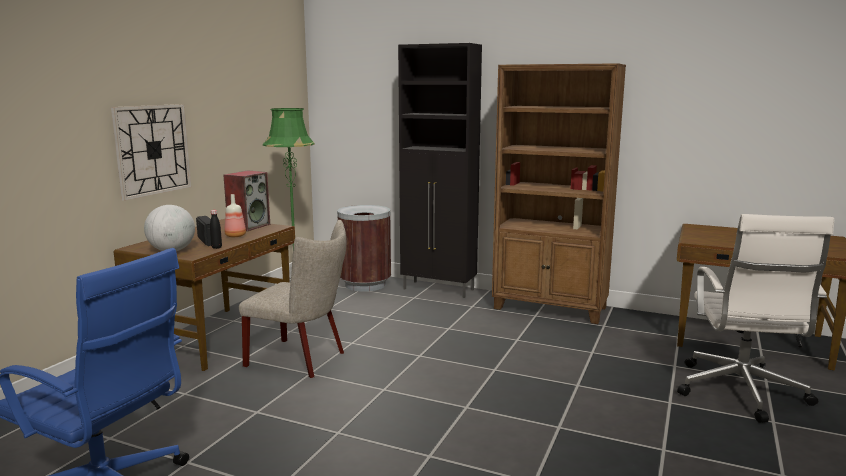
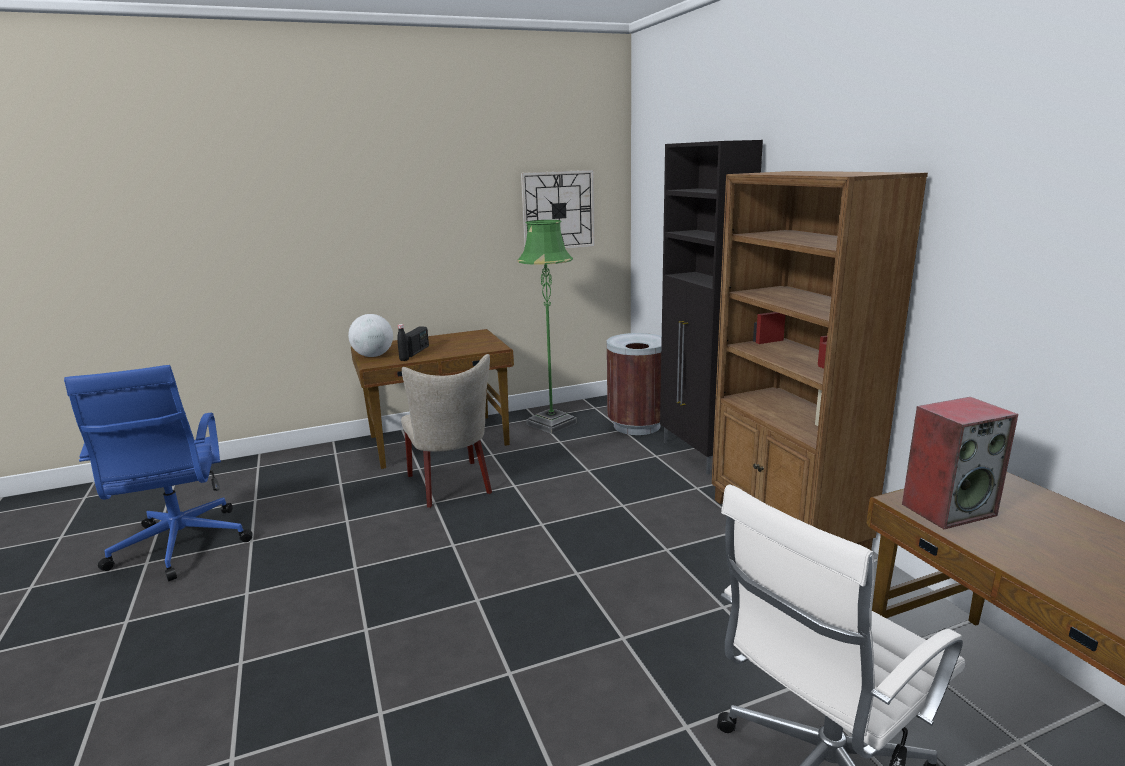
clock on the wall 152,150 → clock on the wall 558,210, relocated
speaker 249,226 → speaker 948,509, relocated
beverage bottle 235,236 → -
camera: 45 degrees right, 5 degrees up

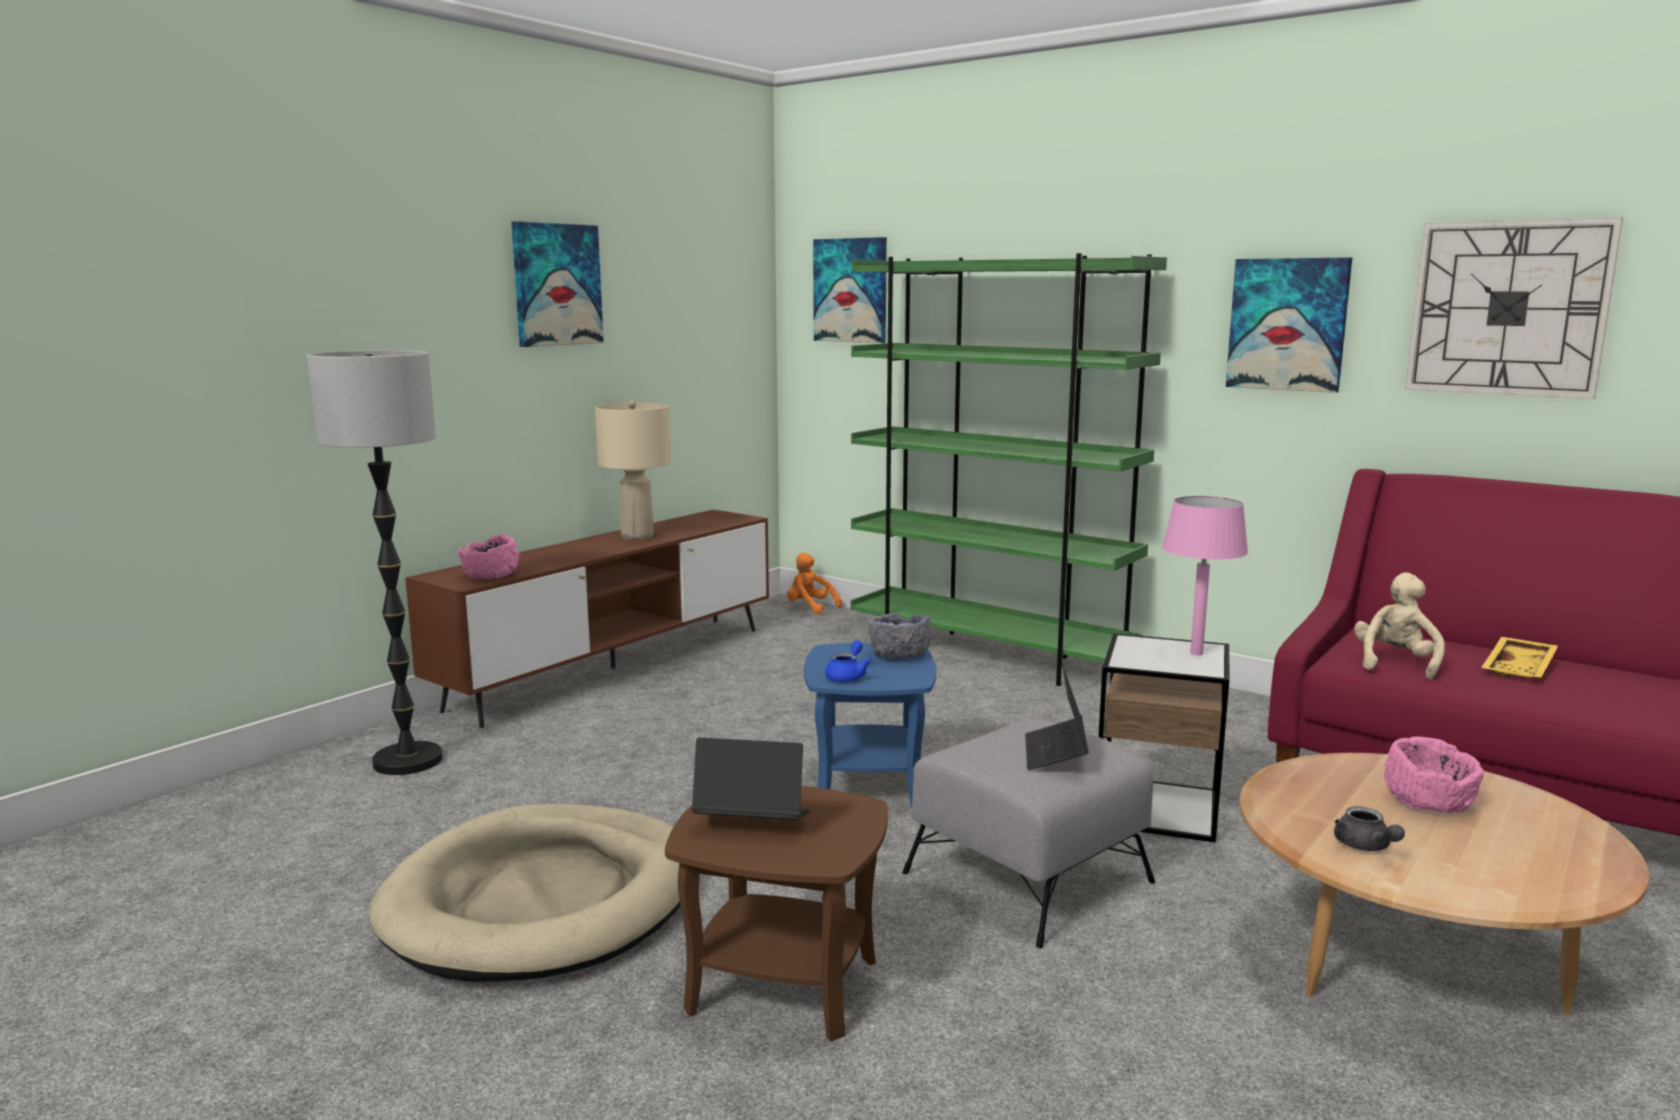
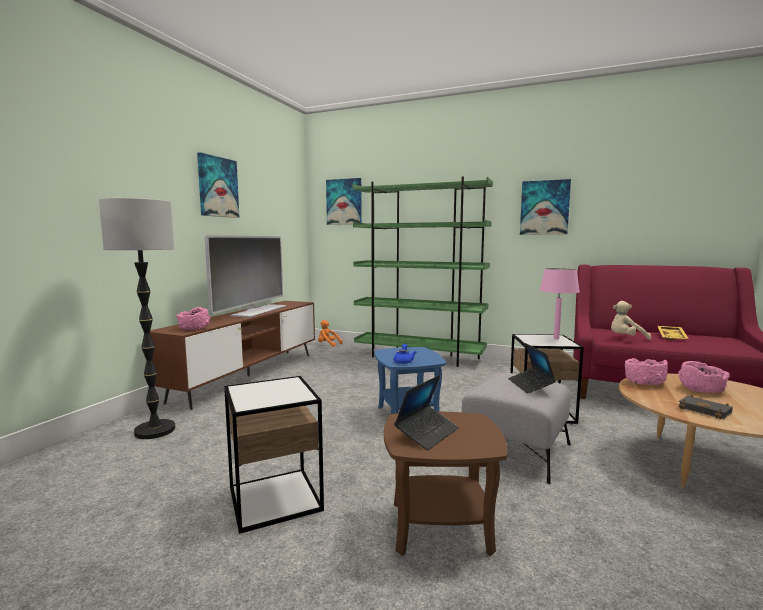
dog bed/beige 544,901 → end table 275,498
table lamp/beige 637,536 → television 258,310
portable computer 752,823 → portable computer 427,433, 135 degrees clockwise
bowl/grey 898,654 → -
teapot/grey 1365,847 → volume/black 706,410
plush toy/beige 1395,664 → plush toy/beige 626,338, 105 degrees counterclockwise
clock on the wall 1508,308 → -
- → bowl/pinkish 644,382
camera: 15 degrees left, 5 degrees down

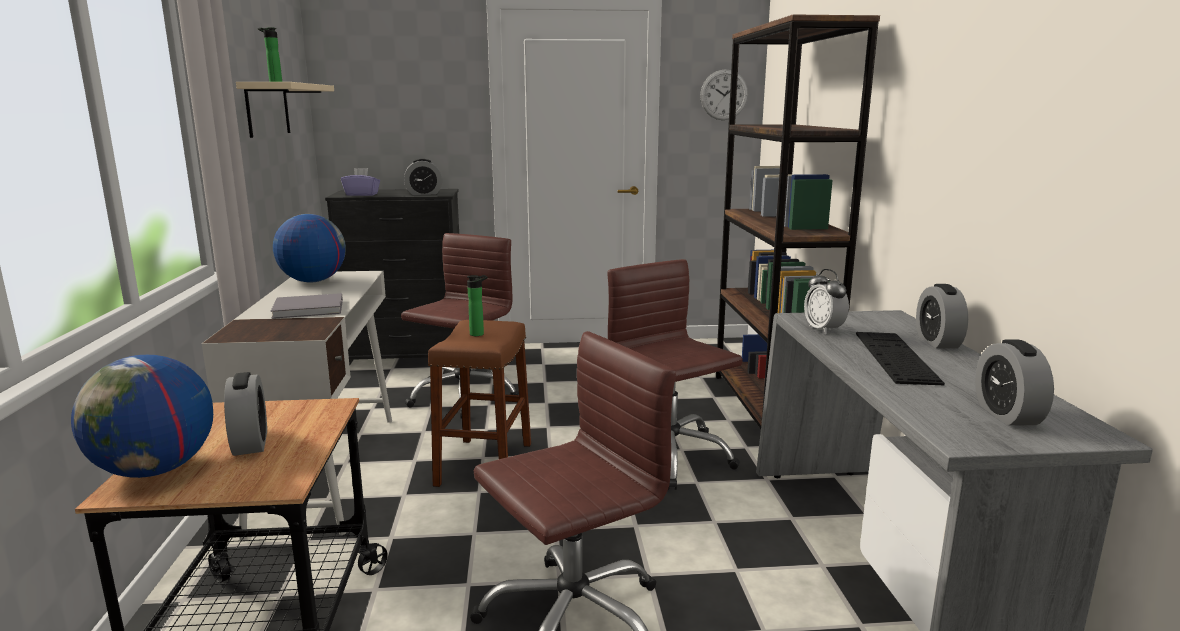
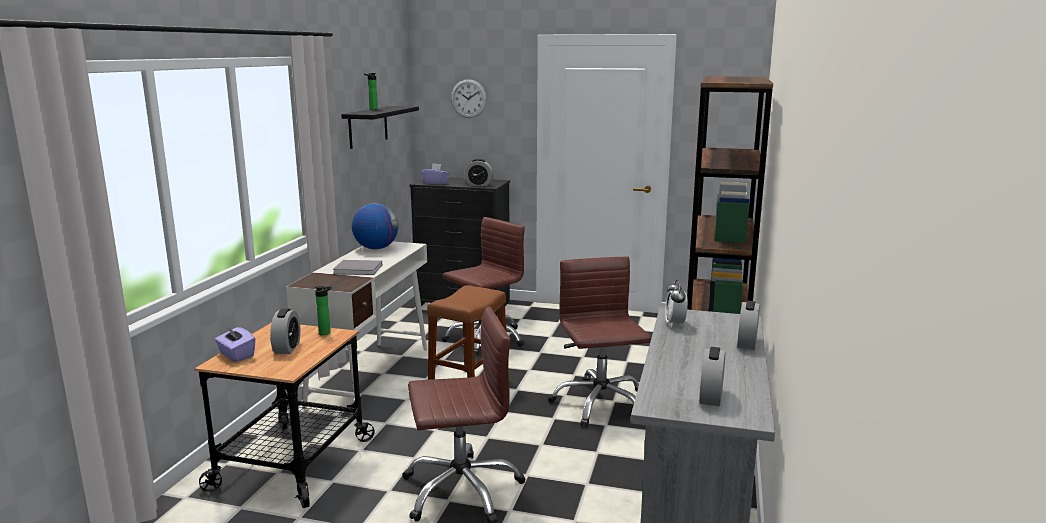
globe 155,470 → tissue holder/purplish 236,355
wall shelf/beige 267,109 → wall shelf/black 368,126
beverage bottle 479,334 → beverage bottle 326,333, relocated
clock on the wall 724,95 → clock on the wall 469,98, relocated
computer keyboard 895,357 → -
camera: 20 degrees right, 0 degrees up

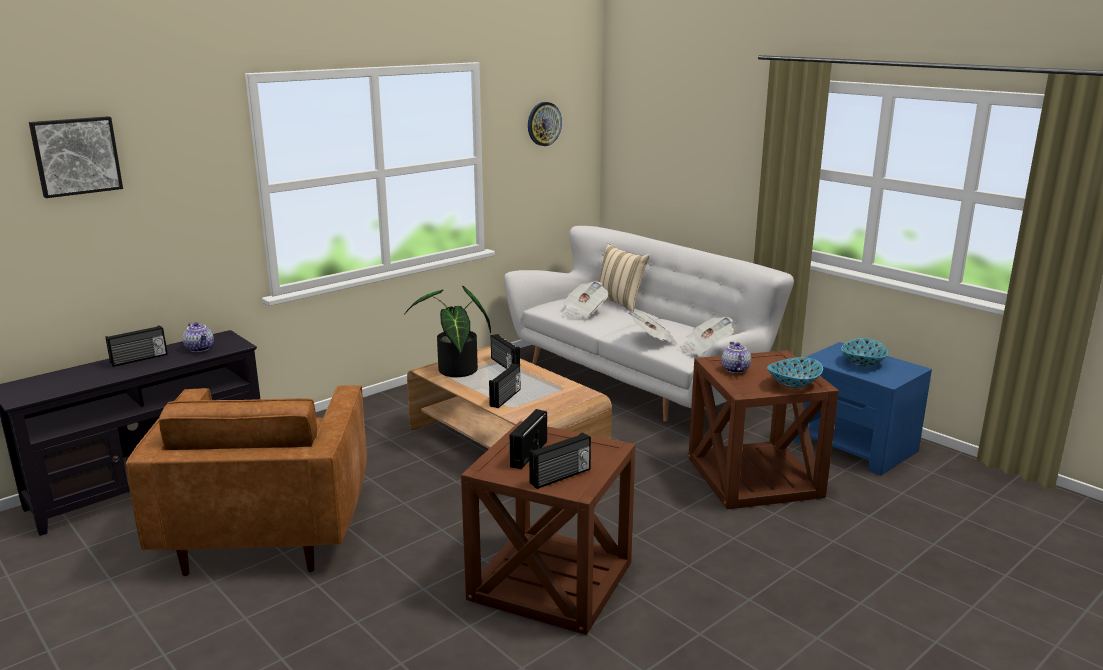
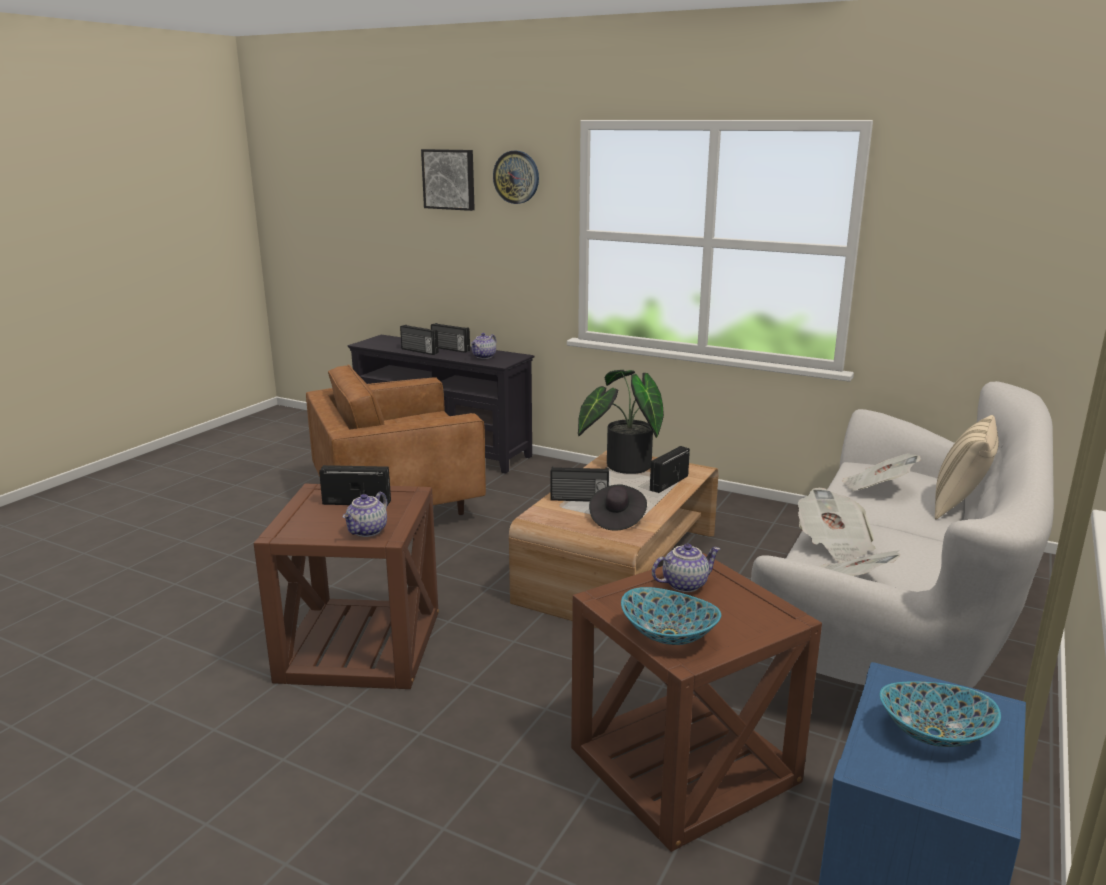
clock on the wall 544,124 → clock on the wall 516,177, relocated
radio 561,477 → radio 419,351, relocated
- → teapot 368,531
- → wearable hat/black 617,519
camera: 70 degrees right, 0 degrees up

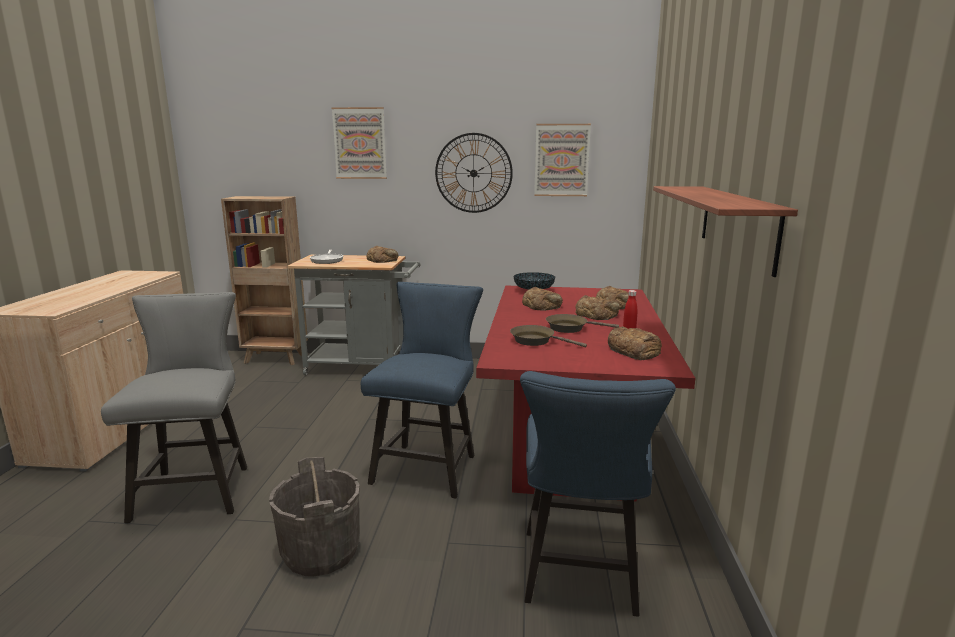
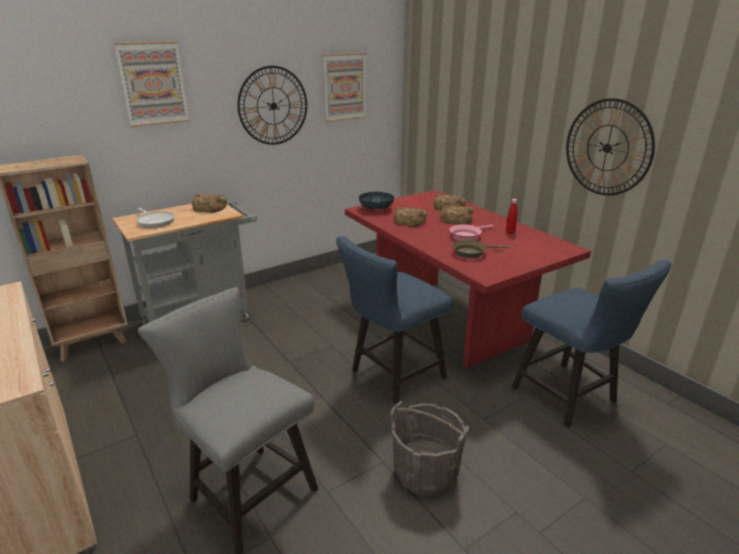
chair/bluish 428,465 → chair/bluish 392,376, 105 degrees counterclockwise
frying pan/brownish 570,328 → frying pan/pinkish 467,235
bread 634,350 → -
wall shelf 737,225 → clock on the wall 607,148
camera: 40 degrees left, 10 degrees up

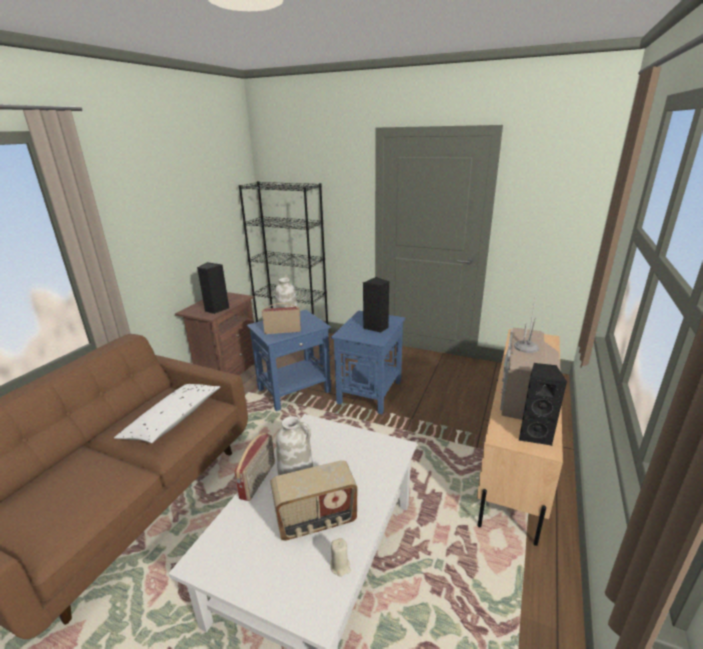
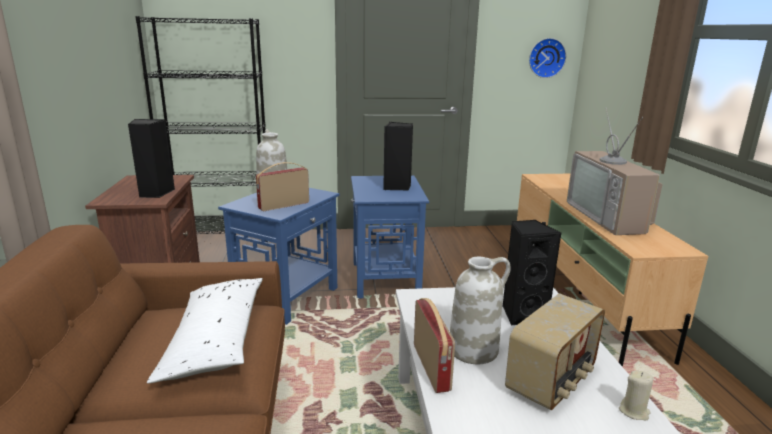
speaker/black 534,434 → speaker/black 522,314, relocated
- → clock on the wall 546,58
camera: 30 degrees left, 5 degrees down

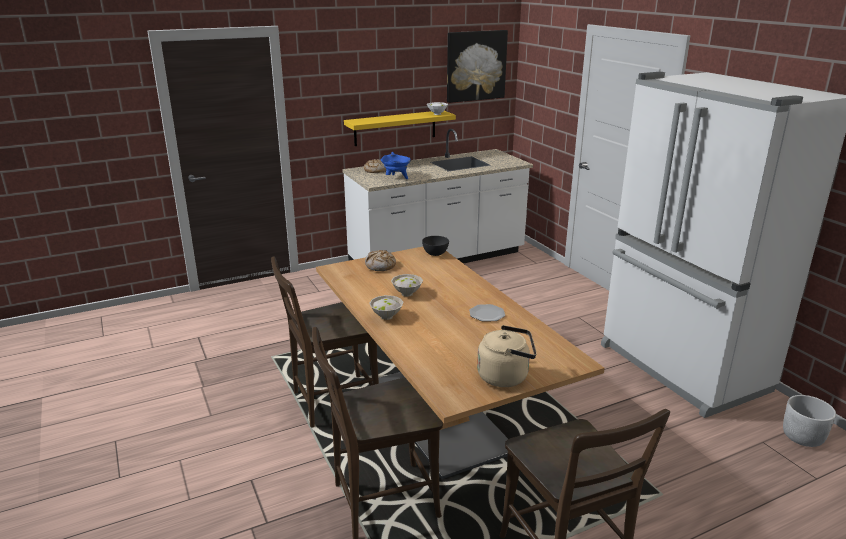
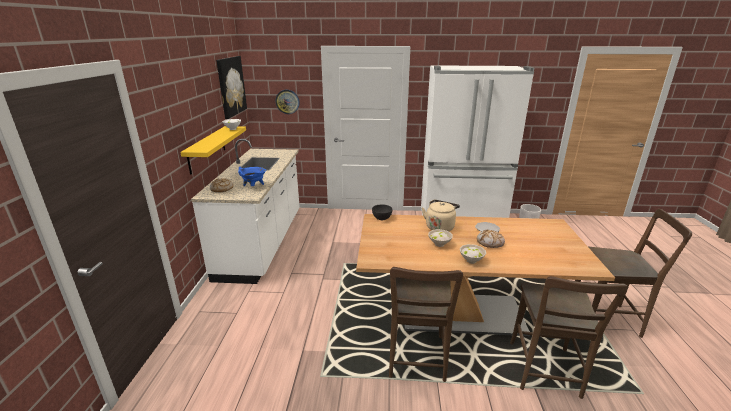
bread 380,266 → bread 490,242, relocated
kettle/beige 506,376 → kettle/beige 440,227, relocated
- → clock on the wall 287,101
camera: 60 degrees left, 0 degrees up

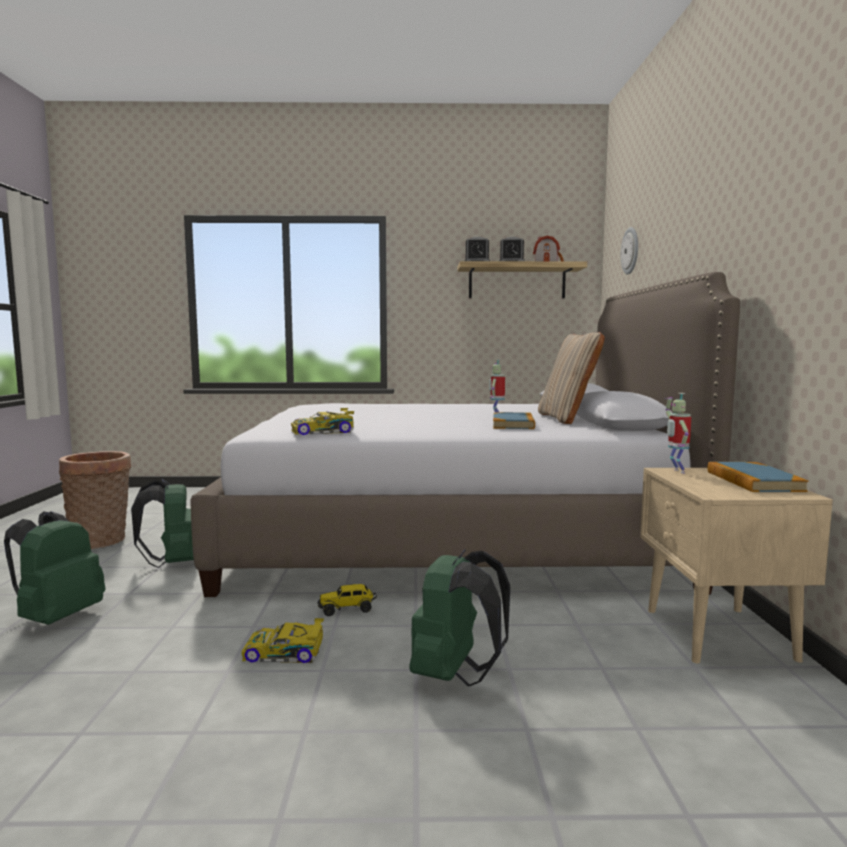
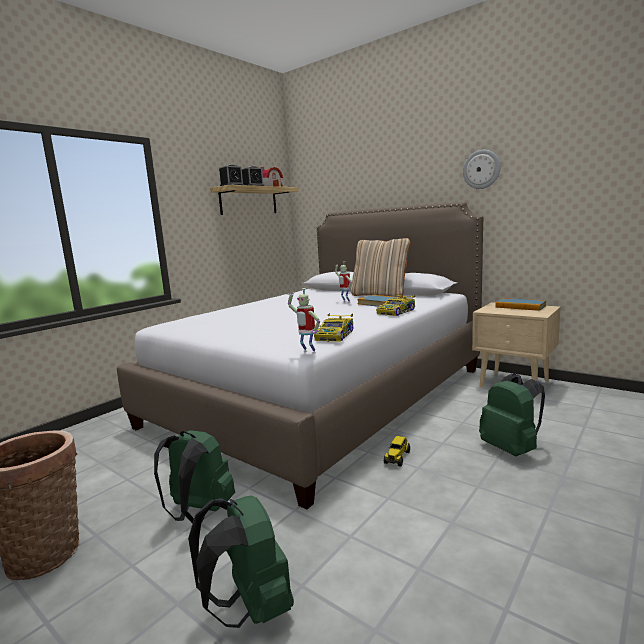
toy car 285,652 → toy car 397,311, relocated
clock on the wall 630,251 → clock on the wall 481,169, relocated
toy robot 676,471 → toy robot 307,352, relocated
camera: 50 degrees left, 5 degrees up

